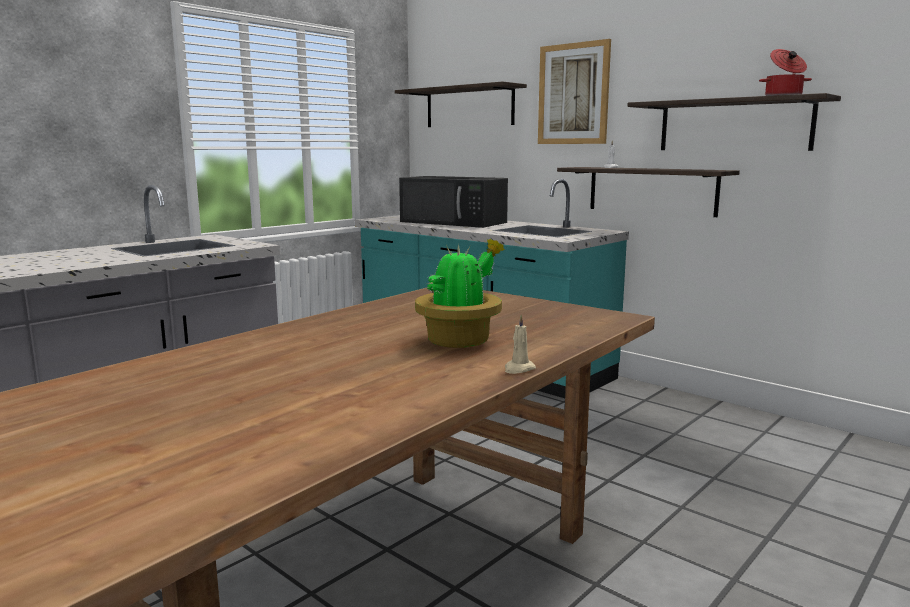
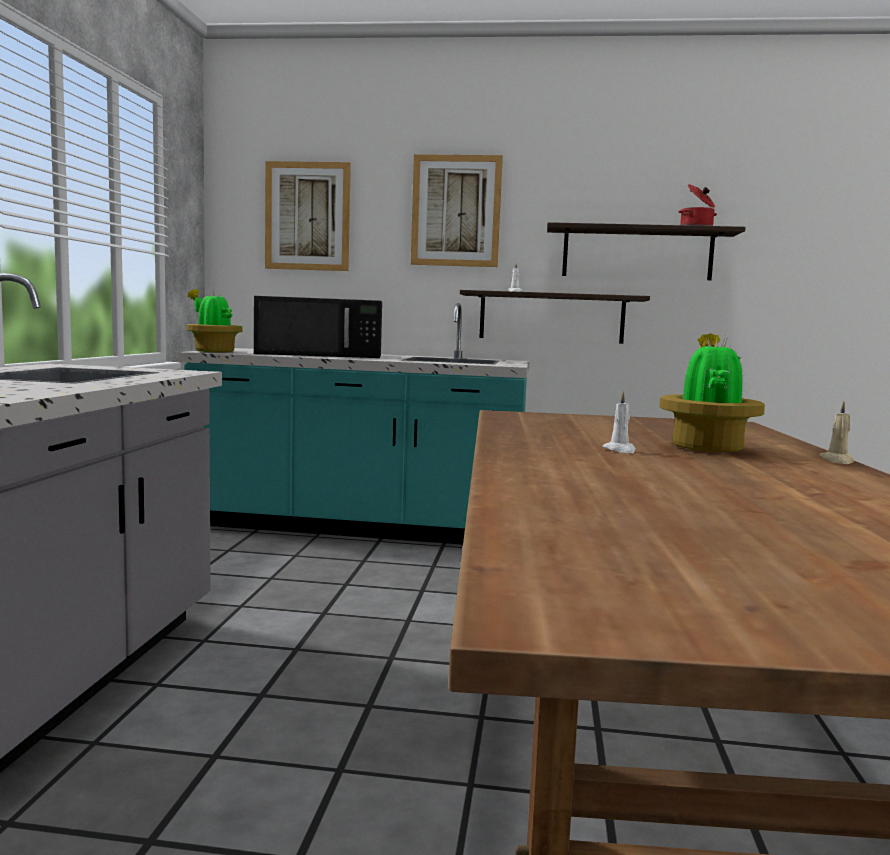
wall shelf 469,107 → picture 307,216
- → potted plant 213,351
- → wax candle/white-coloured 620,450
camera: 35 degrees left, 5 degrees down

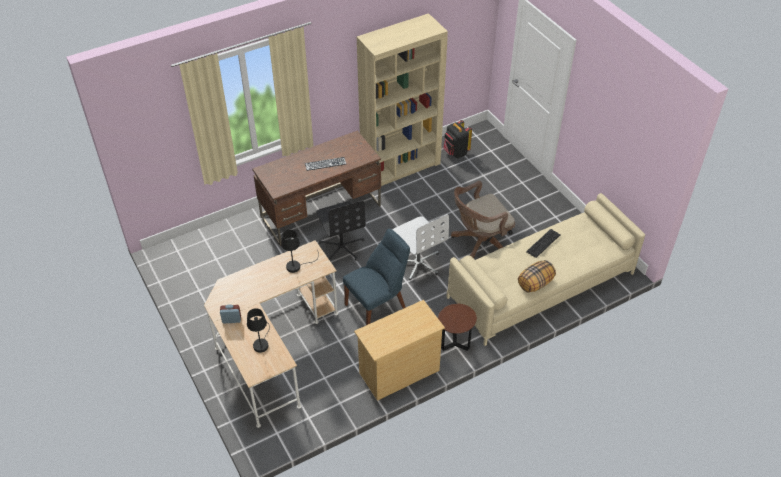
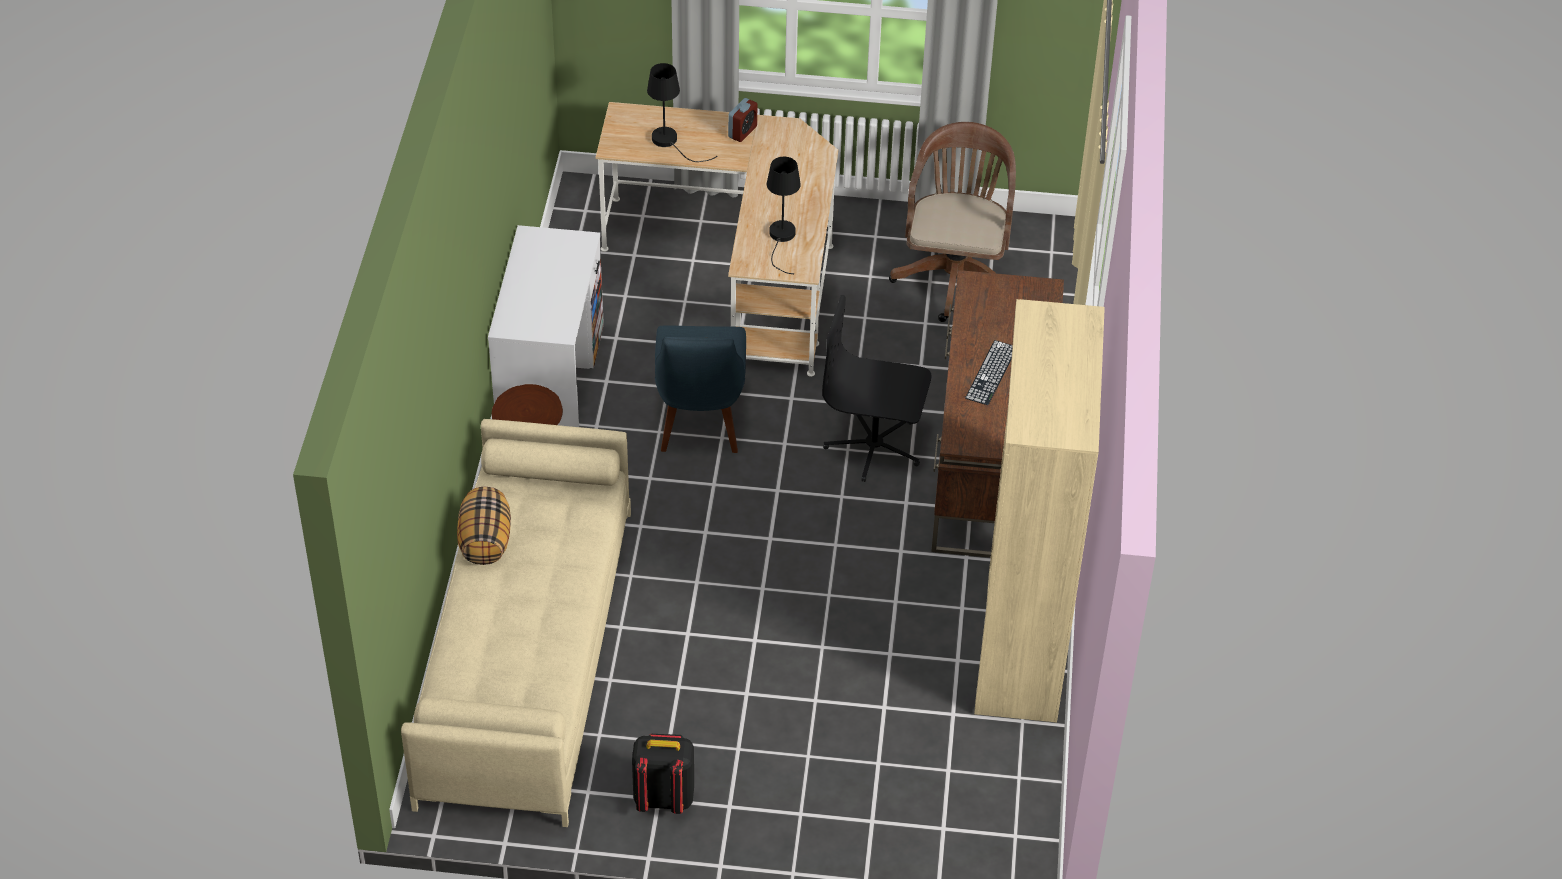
chest of drawers/beige 398,371 → desk/white-coloured 550,376
office chair/white-coloured 418,263 → -
rucksack/black 455,152 → rucksack/black 663,797, relocated
office chair/brownish 479,243 → office chair/brownish 955,274, relocated
computer keyboard 543,243 → -
camera: 125 degrees right, 0 degrees up

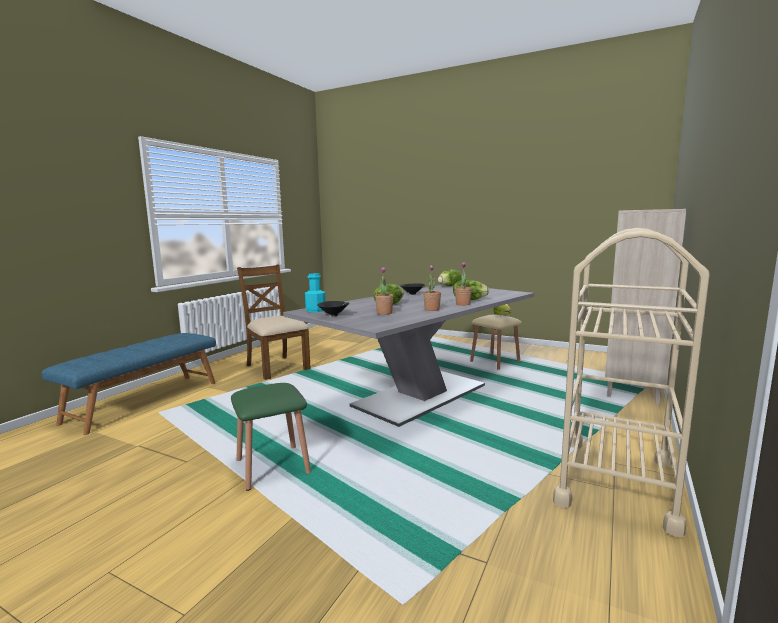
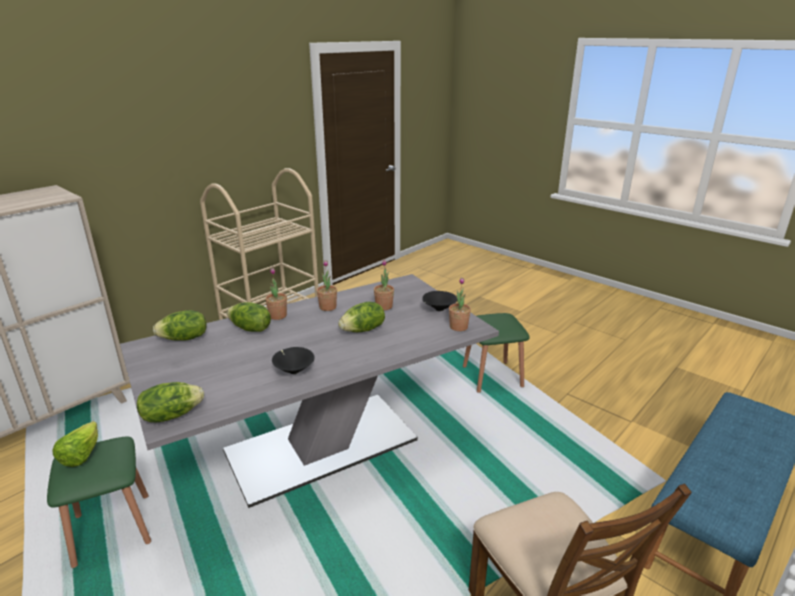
beverage bottle/blue-green 315,310 → potted plant 458,327
stool seat/beige 495,362 → stool seat/green-coloured 112,529
- → lettuce 184,338
camera: 165 degrees left, 15 degrees up

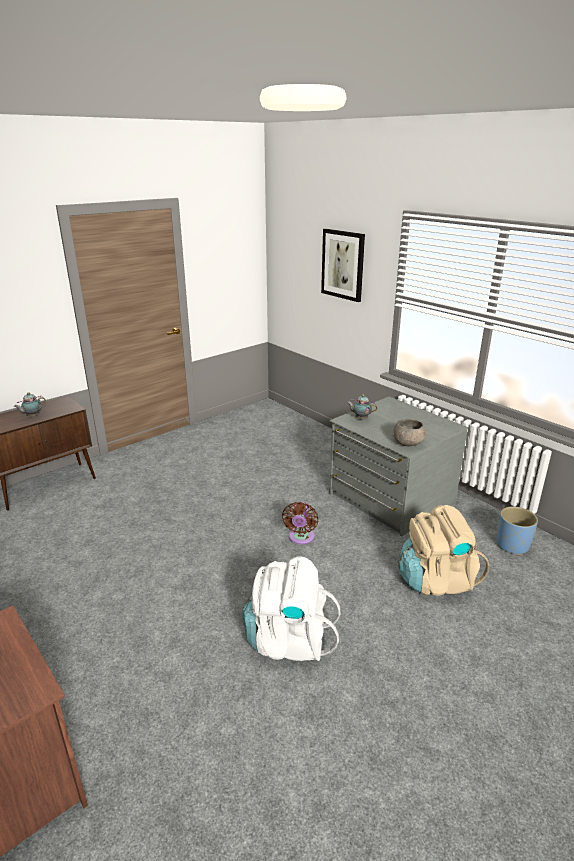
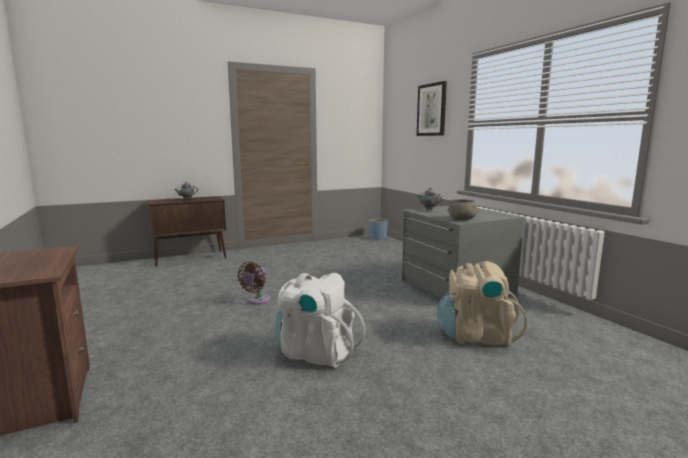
cooling fan/brownish 301,538 → cooling fan/brownish 256,301, relocated
planter/bluish 512,545 → planter/bluish 378,238, relocated
camera: 15 degrees right, 15 degrees down

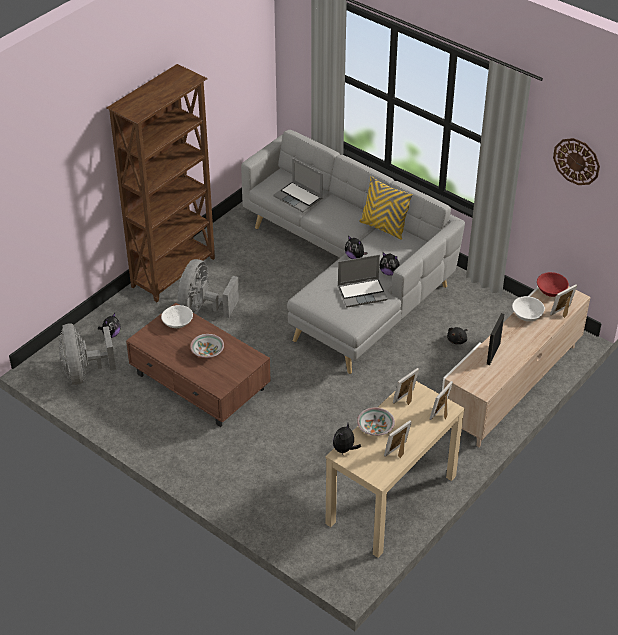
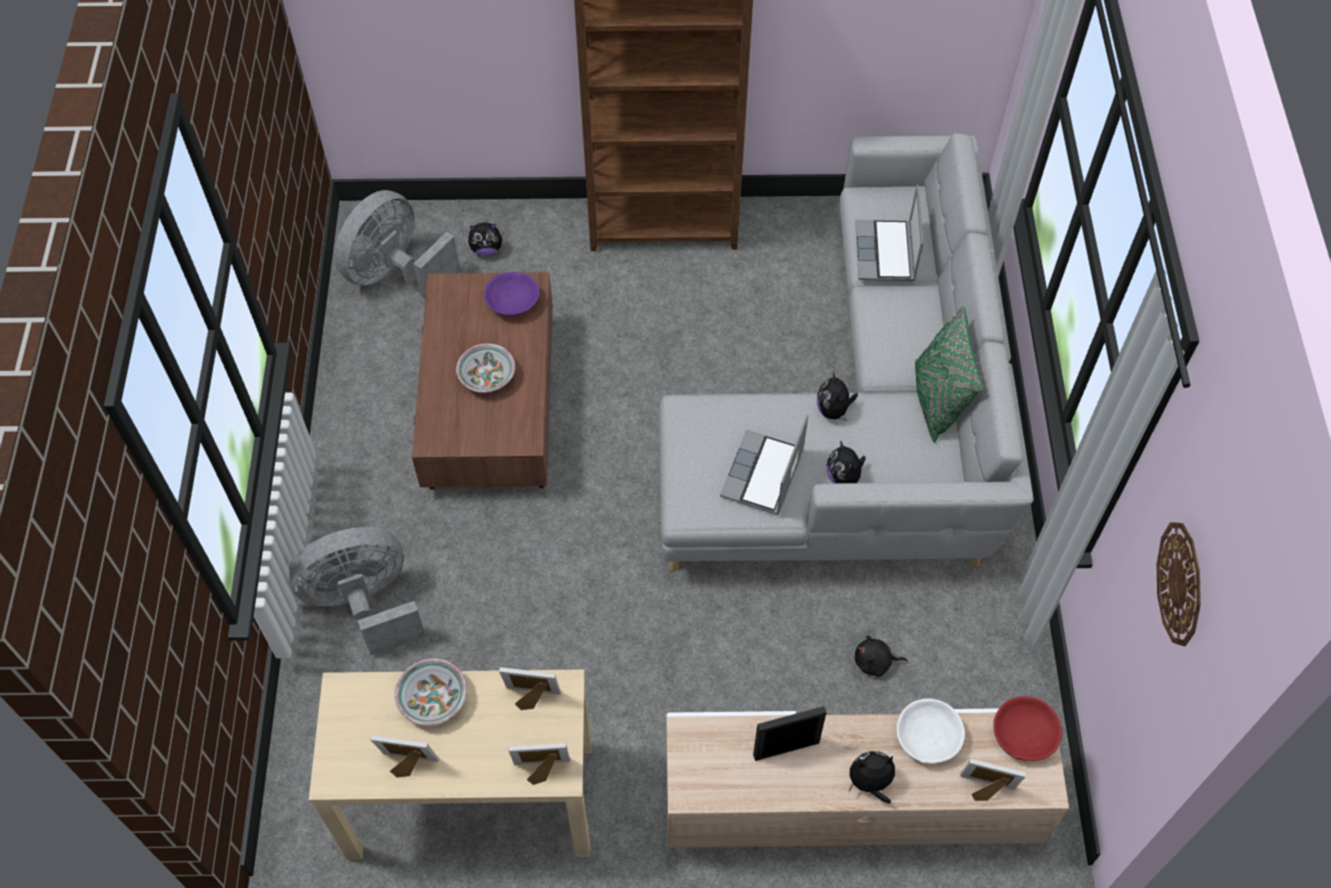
bowl/white-coloured 177,322 → bowl/purplish 512,302
cooling fan/grey 202,309 → cooling fan/grey 364,603, relocated
plush toy 344,449 → plush toy 870,783, relocated
portable computer 362,293 → portable computer 763,475, 75 degrees clockwise
pillow/yellowish 383,227 → pillow/green-coloured 937,400
camera: 50 degrees right, 15 degrees up

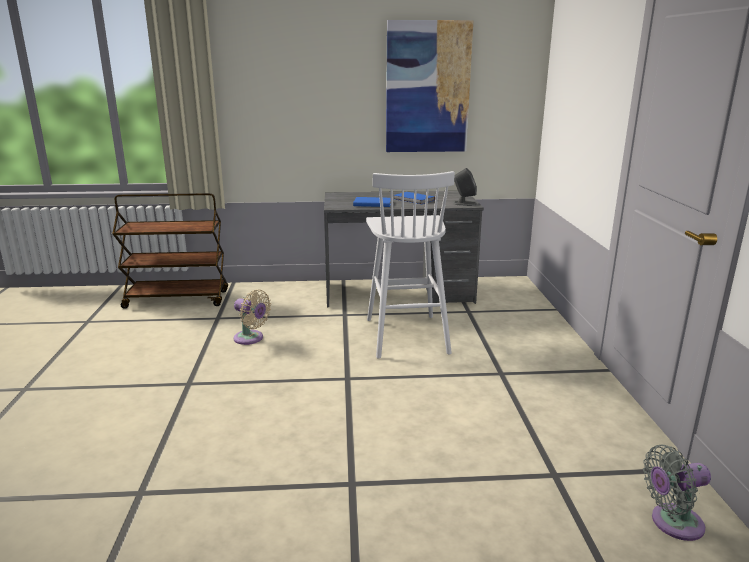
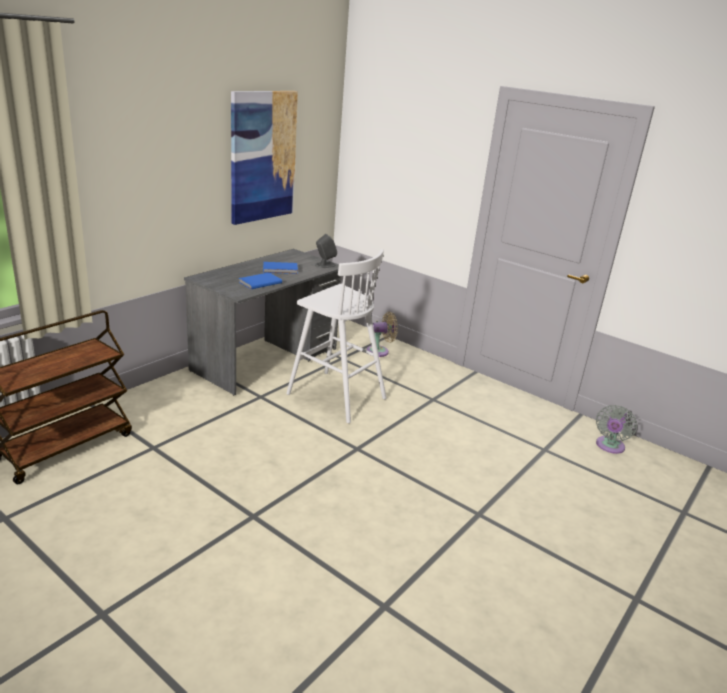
cooling fan/beige 251,339 → cooling fan/beige 380,351, relocated
camera: 50 degrees left, 5 degrees up

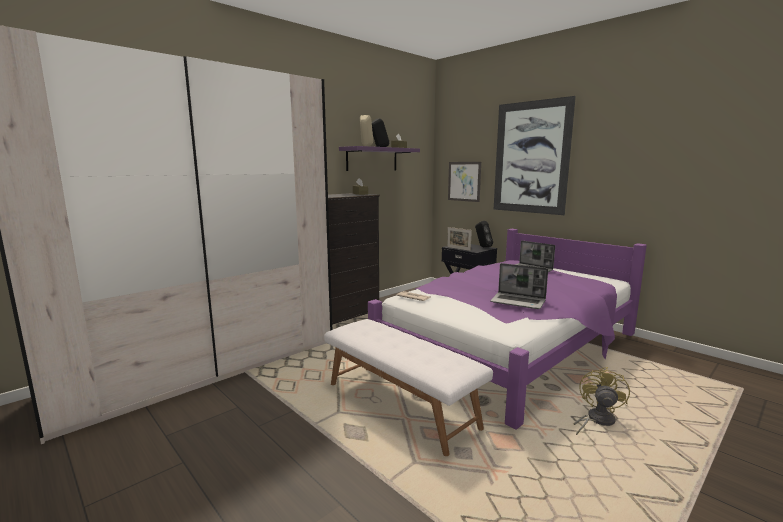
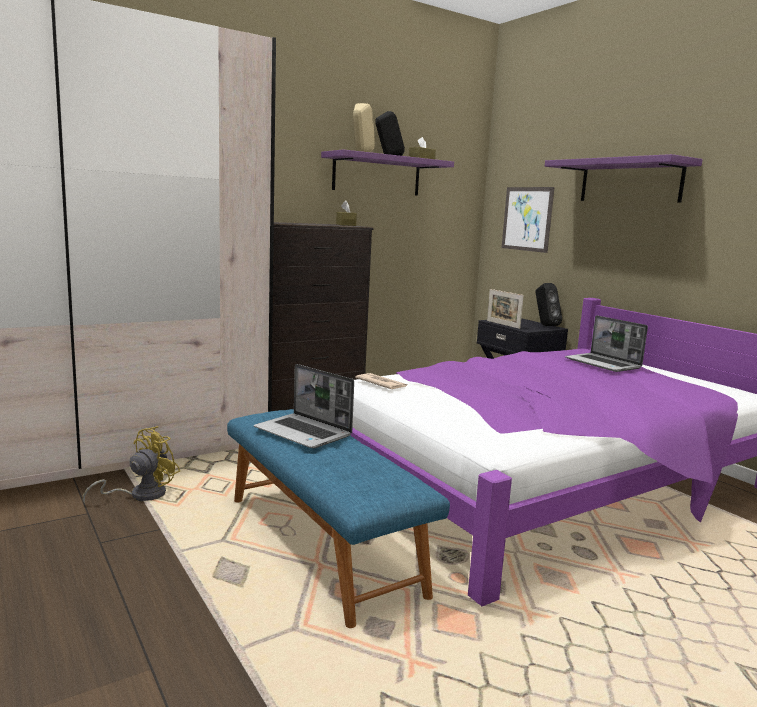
bench/white-coloured 401,405 → bench/bluish 322,544
portable computer 518,302 → portable computer 304,433, relocated
picture 531,158 → wall shelf/purplish 630,181
cooling fan/yellowish 596,420 → cooling fan/yellowish 140,495, relocated
camera: 10 degrees right, 0 degrees up

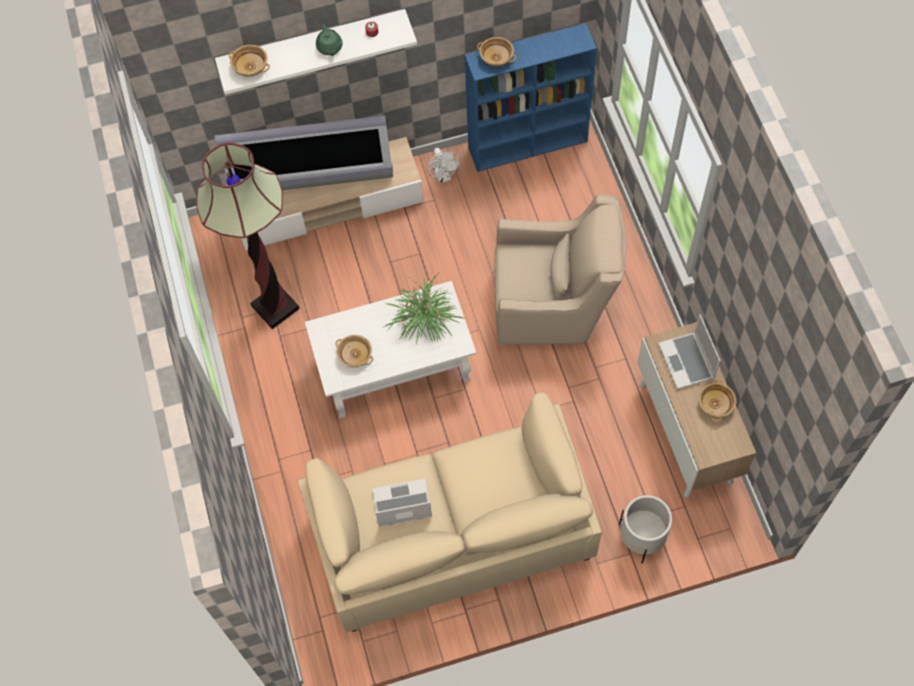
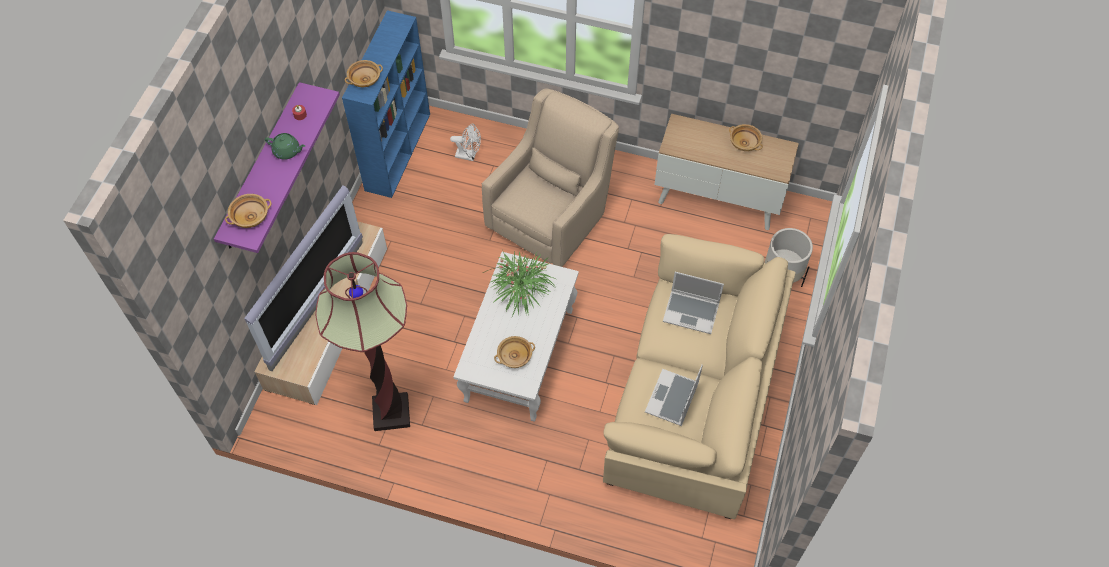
wall shelf/white-coloured 312,44 → wall shelf/purplish 262,168
cooling fan/white-coloured 443,177 → cooling fan/white-coloured 469,155, relocated
portable computer 687,362 → portable computer 691,312, relocated
camera: 60 degrees left, 5 degrees down

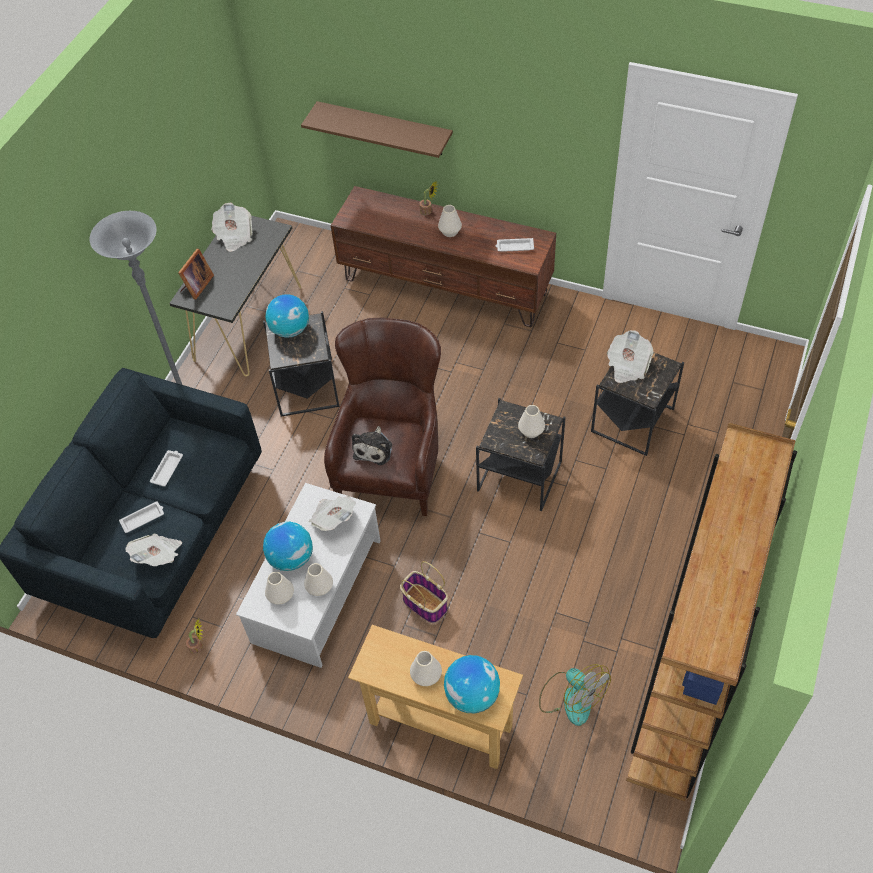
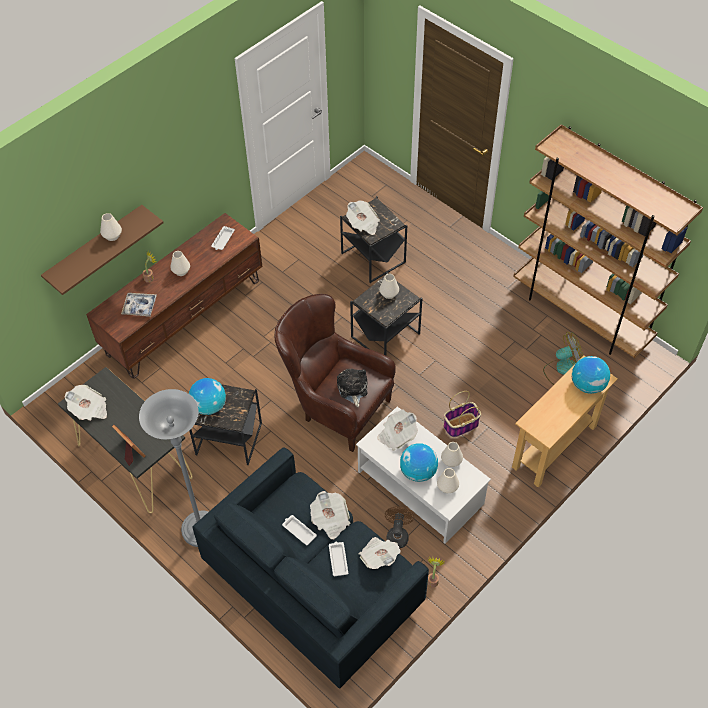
plush toy 374,449 → plush toy 352,389, 135 degrees counterclockwise
vase/white-coloured 426,676 → vase/white-coloured 112,236, relocated
- → carrying tray 139,307
- → printed paper 330,520
- → cooling fan/brownish 397,534
camera: 70 degrees left, 0 degrees up

